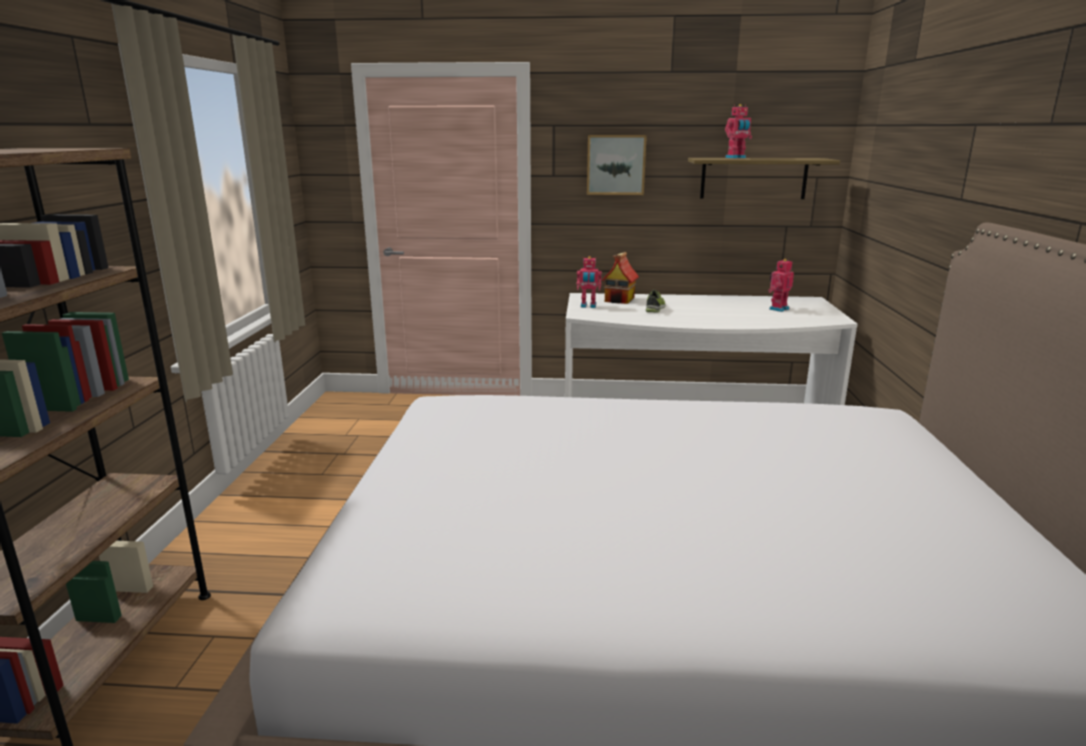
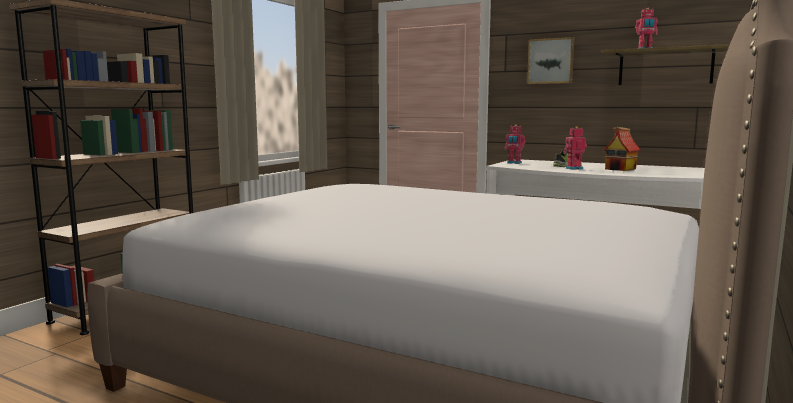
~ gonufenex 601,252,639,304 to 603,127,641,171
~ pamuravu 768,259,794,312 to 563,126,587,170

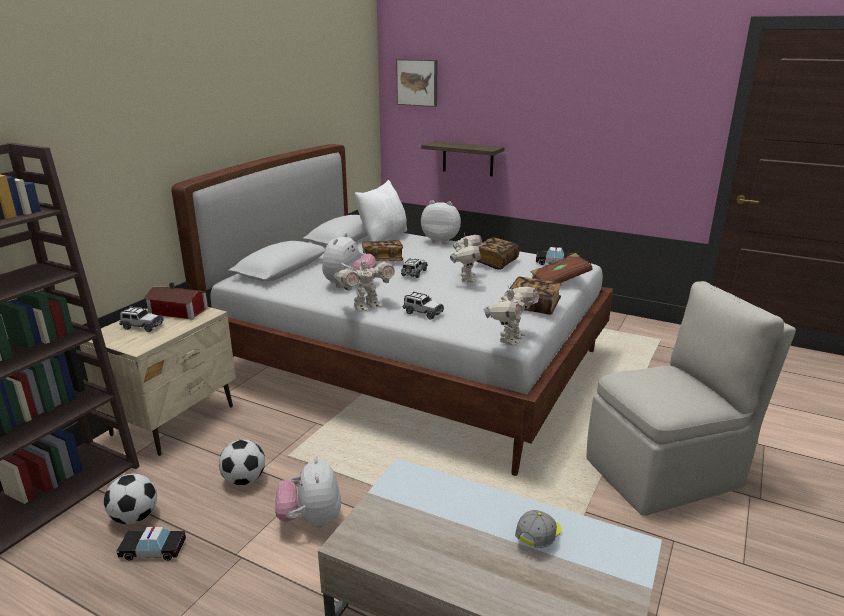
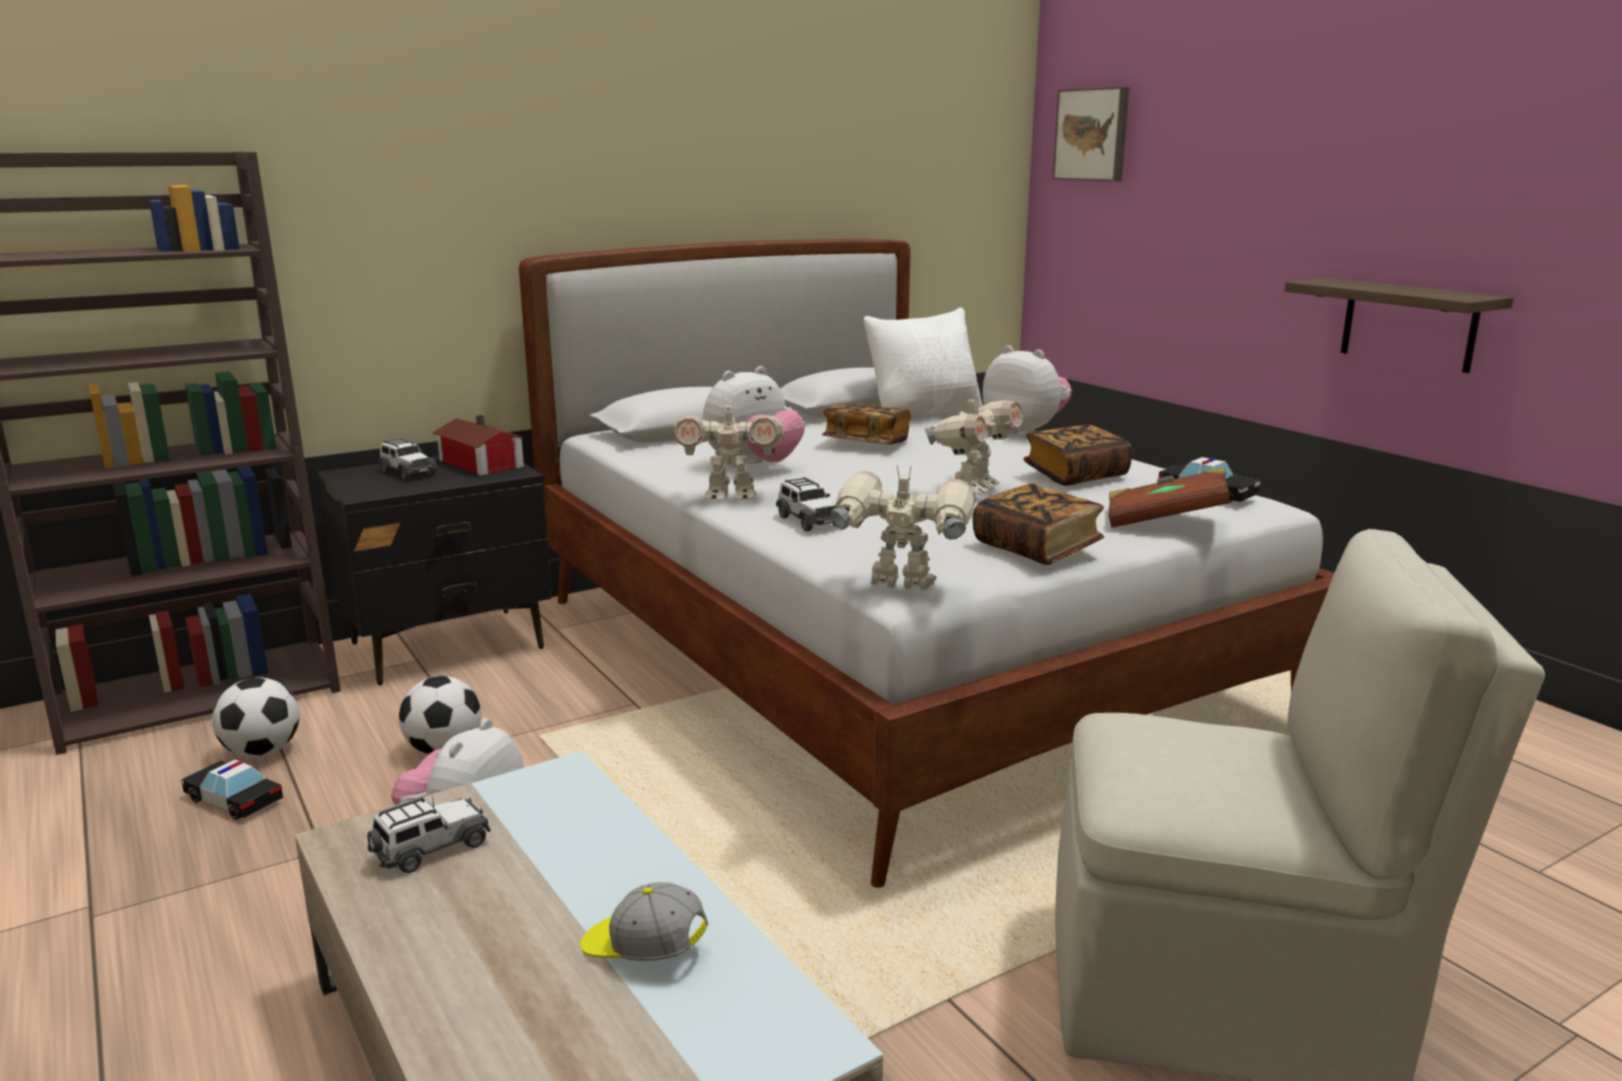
~ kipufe 421,141,505,176 to 1285,278,1514,373
~ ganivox 401,258,428,278 to 367,795,491,873
~ pamuravu 483,283,539,346 = 830,465,975,590 135 degrees counterclockwise
~ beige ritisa 80,307,236,456 to black ritisa 317,455,552,685
~ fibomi 515,510,562,548 = 580,882,709,961 135 degrees counterclockwise

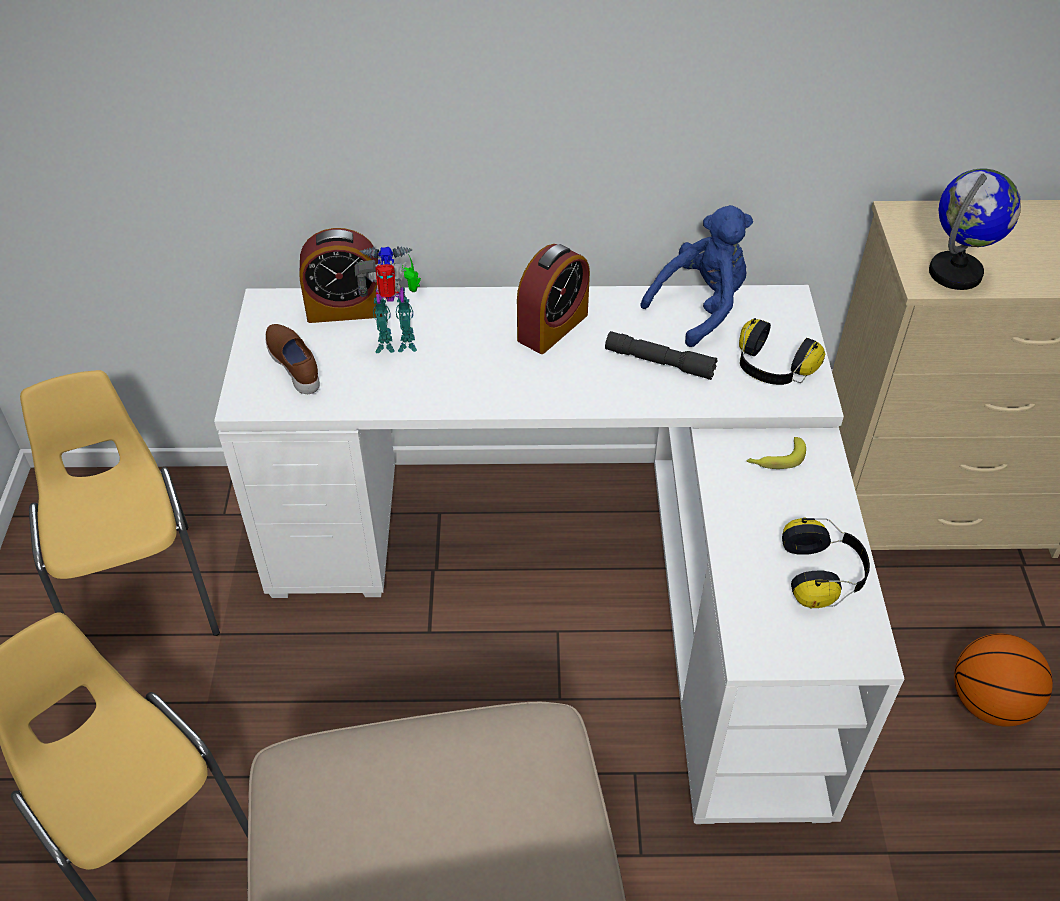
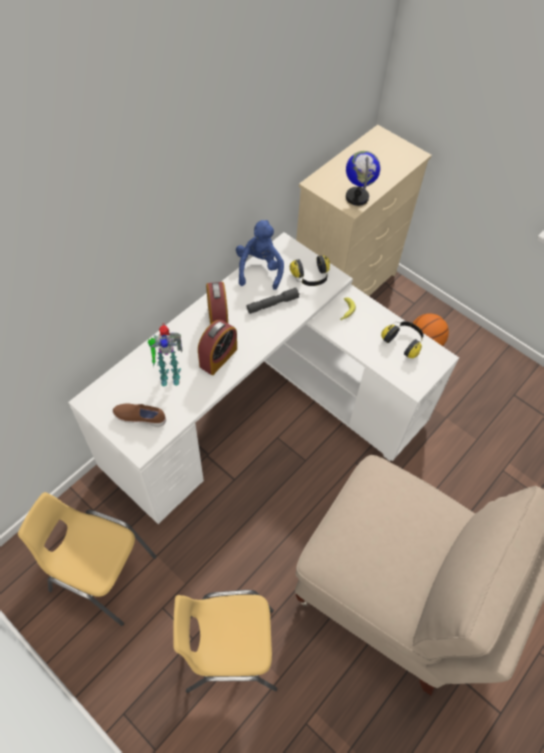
~ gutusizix 300,228,383,323 to 198,319,237,375
~ pamuravu 355,246,421,353 = 147,323,182,387 135 degrees counterclockwise

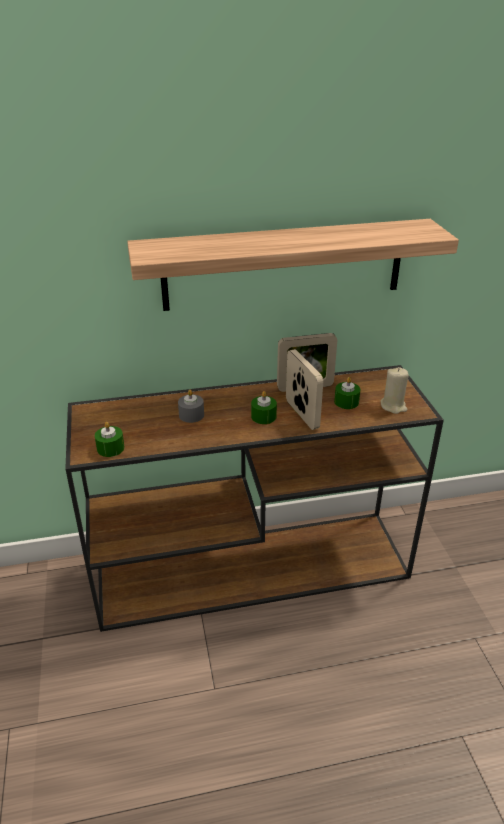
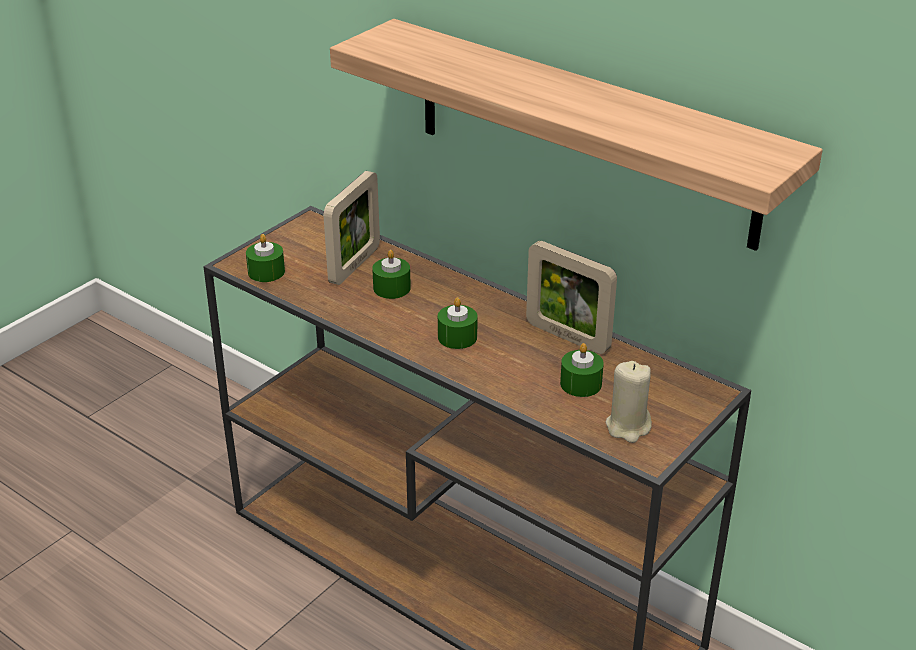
~ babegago 286,349,323,430 to 323,171,380,285
~ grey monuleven 178,390,204,423 to green monuleven 372,250,411,299

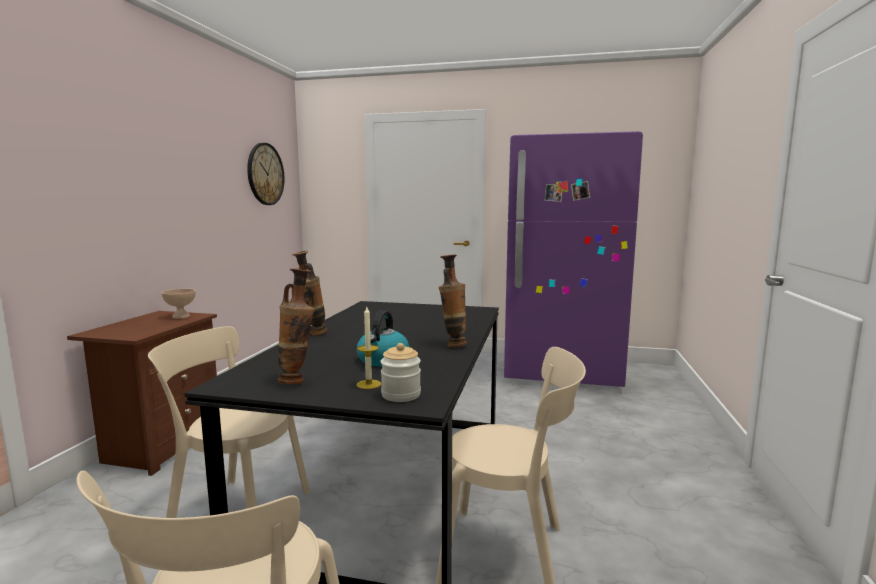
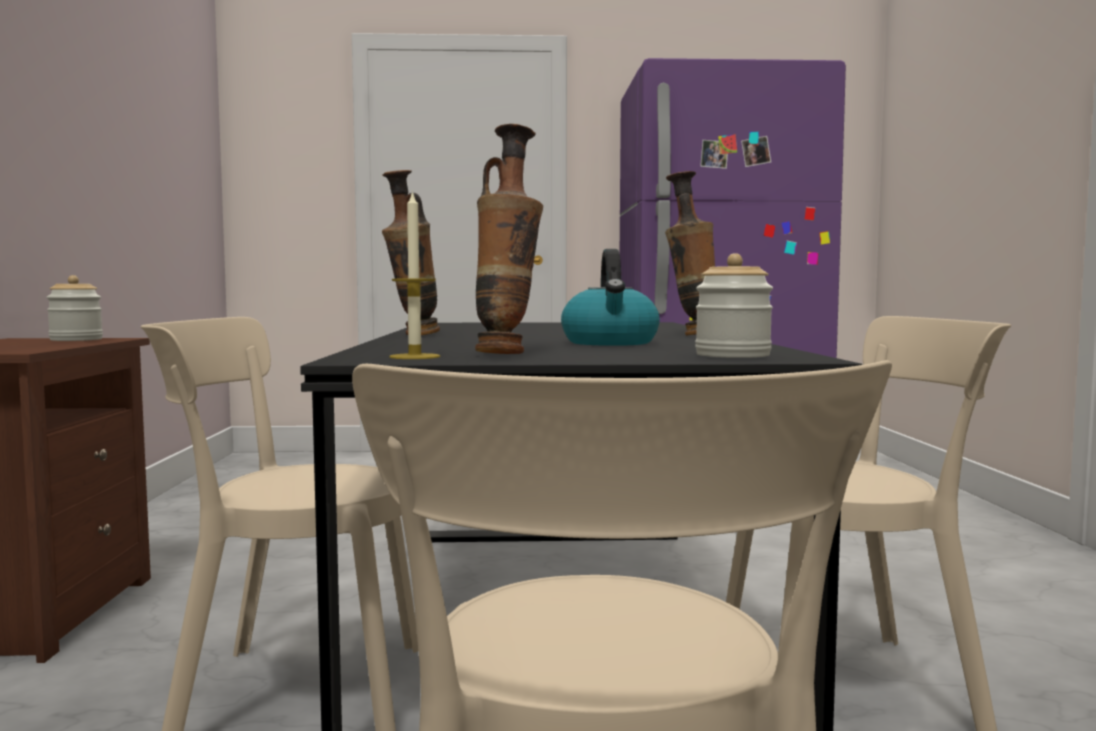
- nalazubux 247,143,285,205
~ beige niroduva 162,289,196,319 to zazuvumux 46,275,103,341
~ monuleven 356,307,381,389 to 389,190,441,359

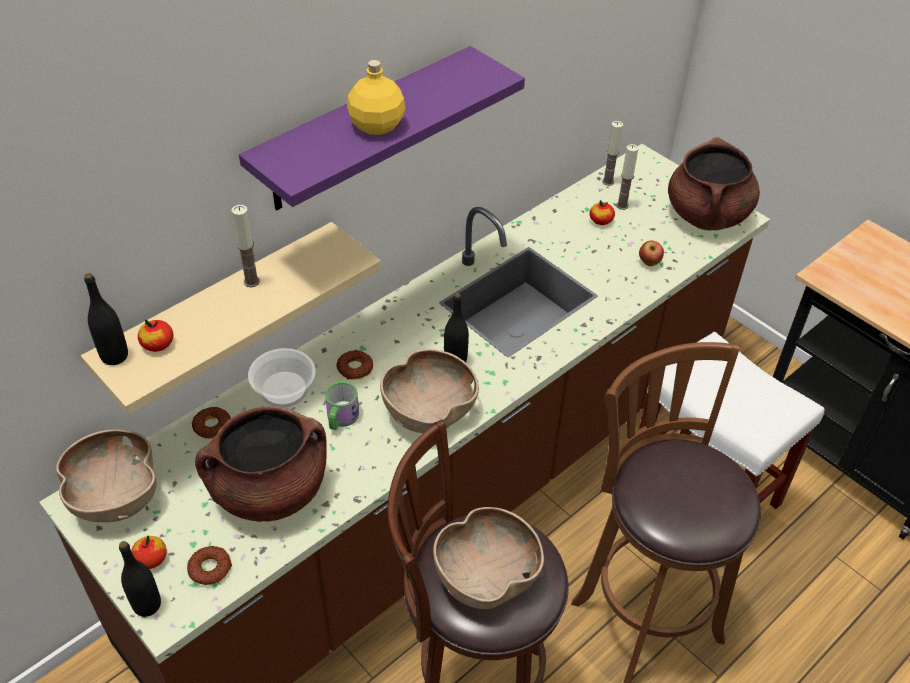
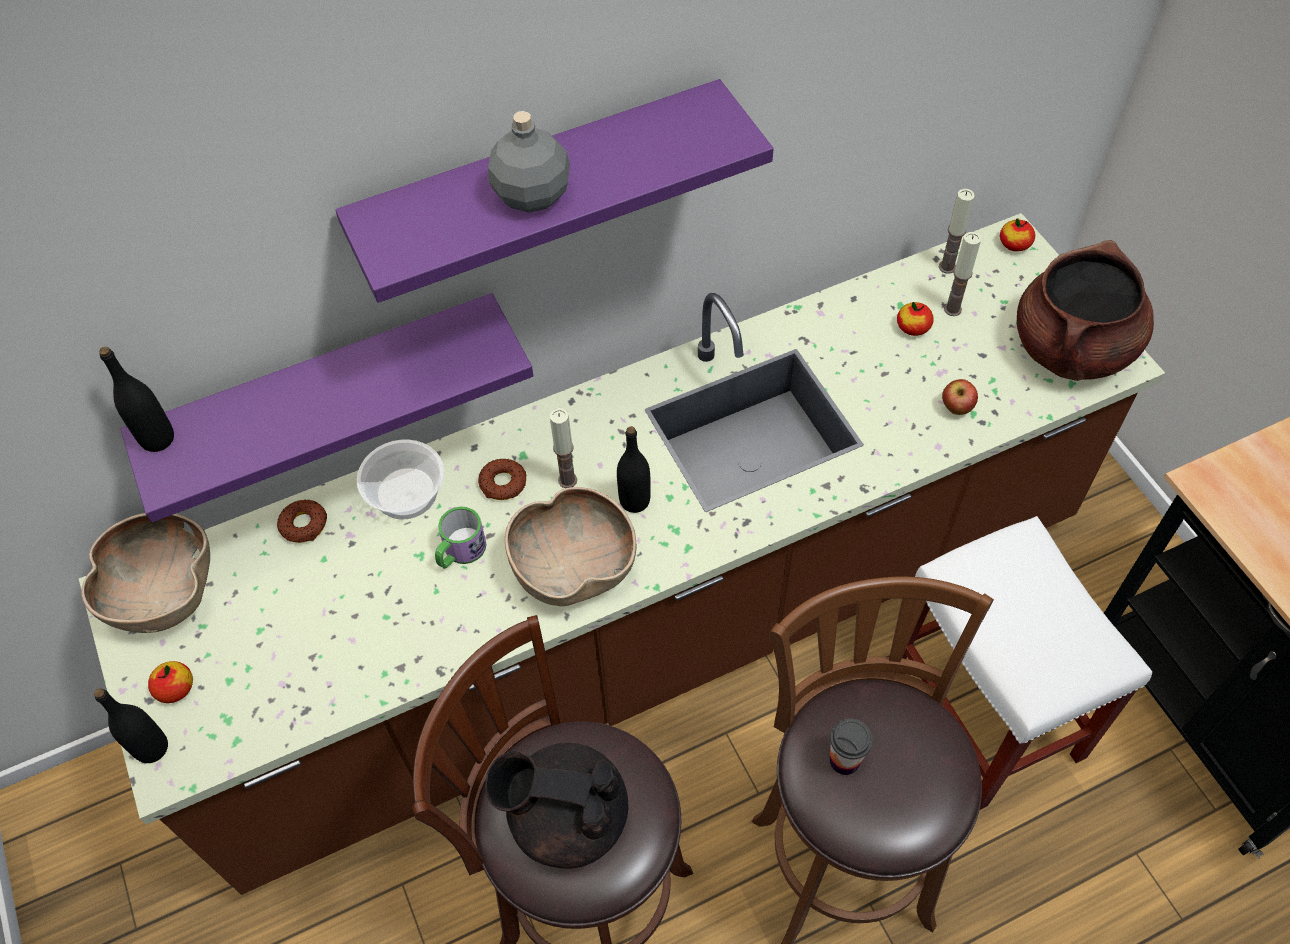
~ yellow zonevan 347,60,406,135 to grey zonevan 488,111,570,212
~ monuleven 231,205,260,287 to 550,408,577,488
~ beige kipufe 81,222,381,415 to purple kipufe 120,293,534,522
~ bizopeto 138,320,173,352 to 1000,218,1035,252
- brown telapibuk 195,406,326,522
~ brown niroduva 433,507,544,609 to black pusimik 485,743,628,869
- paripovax 187,546,232,585
+ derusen 830,718,873,775

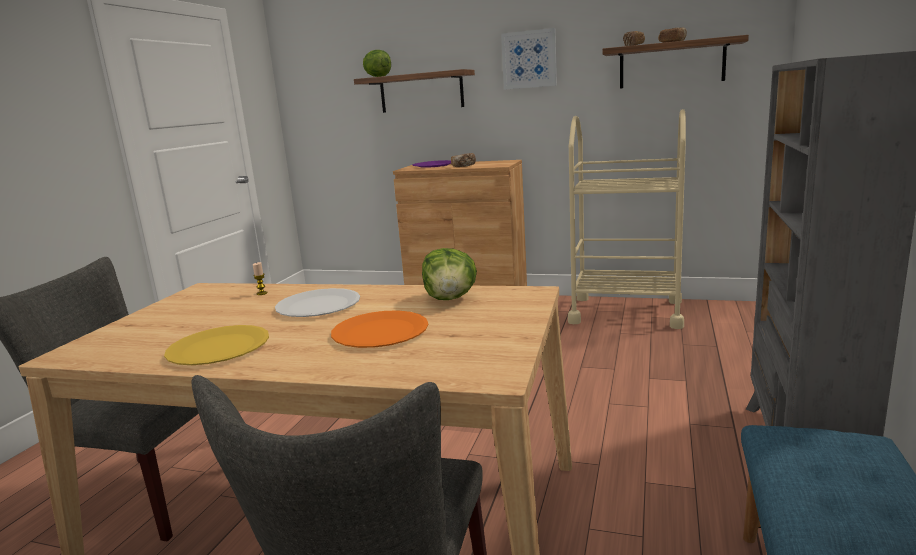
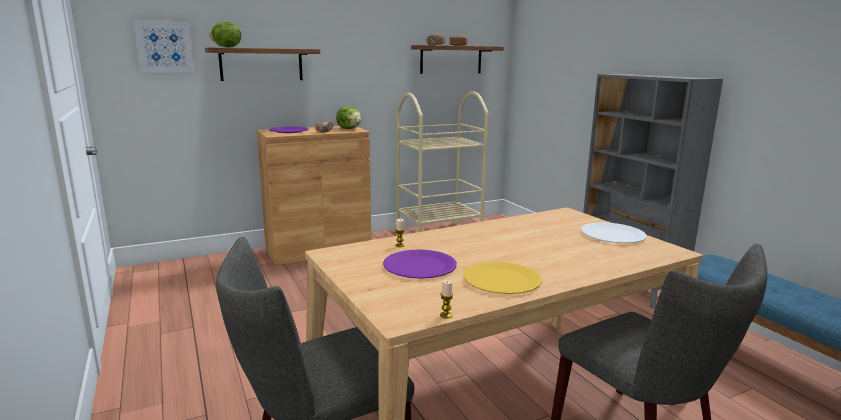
~ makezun 501,28,557,90 to 134,20,195,73
~ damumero 422,248,477,300 to 336,106,361,129
~ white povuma 275,288,360,317 to 581,222,647,243
- orange povuma 331,310,428,348
+ purple povuma 383,249,457,279
+ monuleven 440,280,453,318

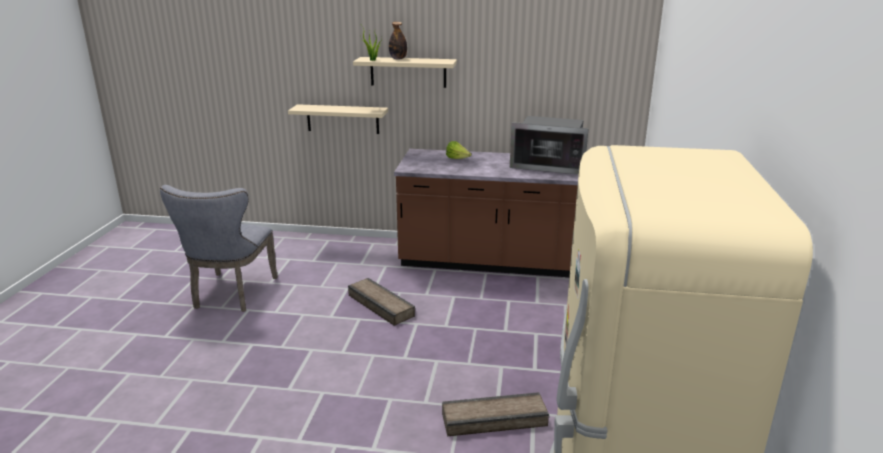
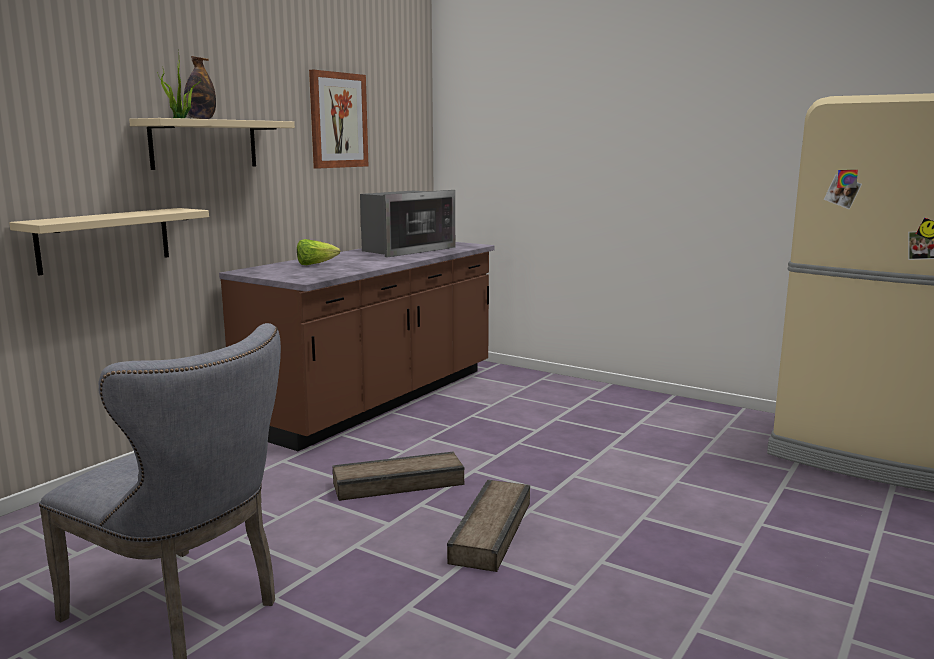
~ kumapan 442,392,549,436 to 447,480,530,572
+ makezun 309,70,368,169

